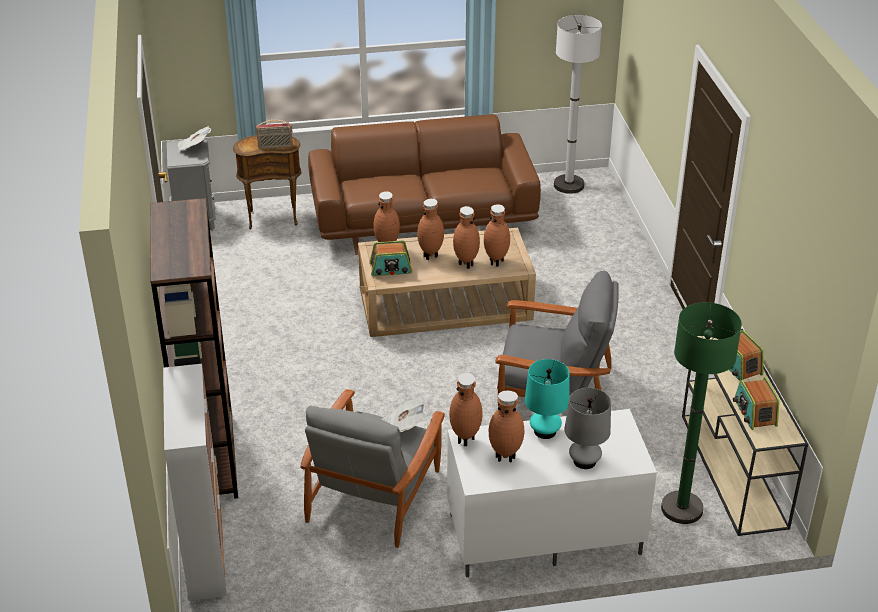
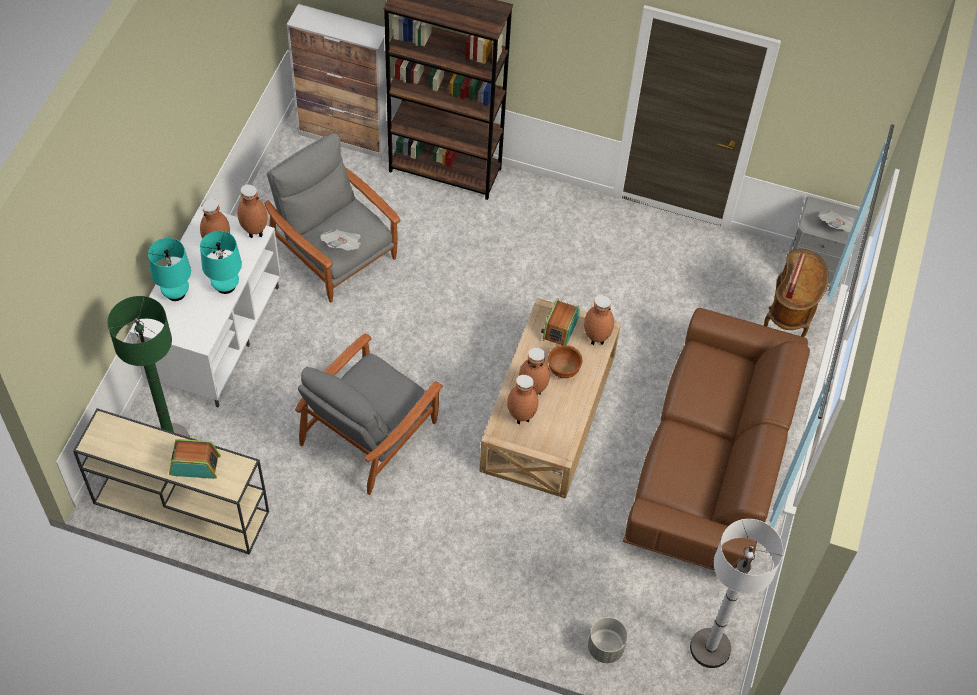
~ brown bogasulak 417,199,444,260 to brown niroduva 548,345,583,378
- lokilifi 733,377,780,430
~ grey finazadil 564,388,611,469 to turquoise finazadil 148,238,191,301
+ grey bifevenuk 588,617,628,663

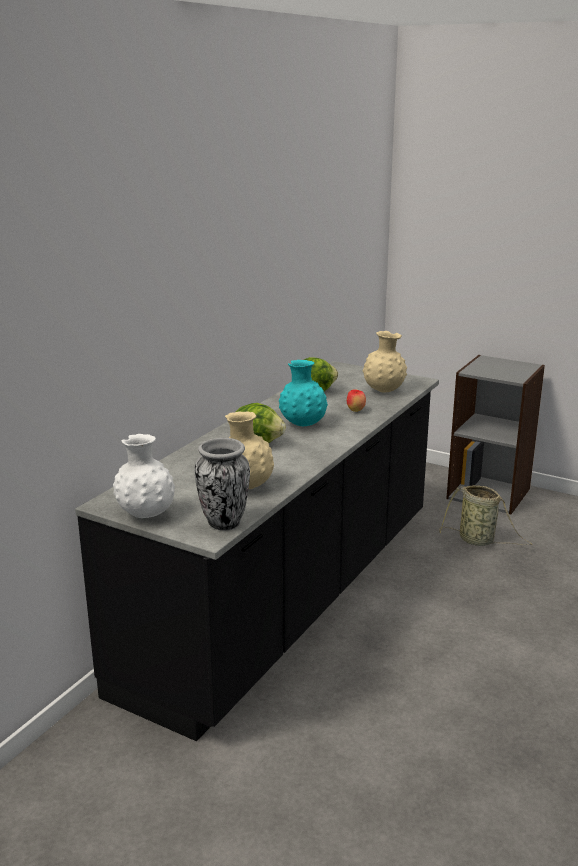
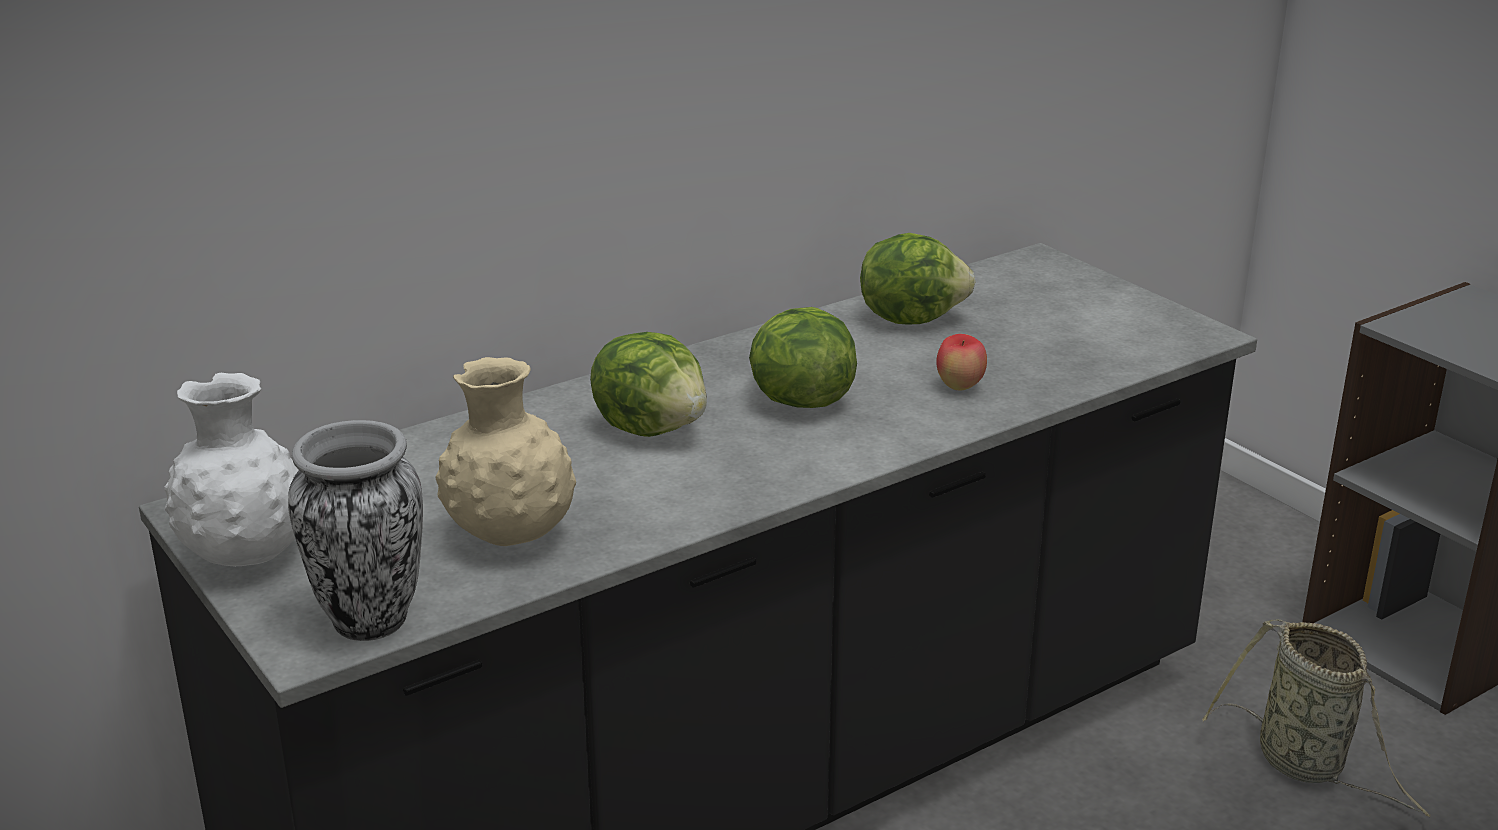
- beige bogasulak 362,331,407,392
~ turquoise bogasulak 279,360,328,426 to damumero 749,307,857,408

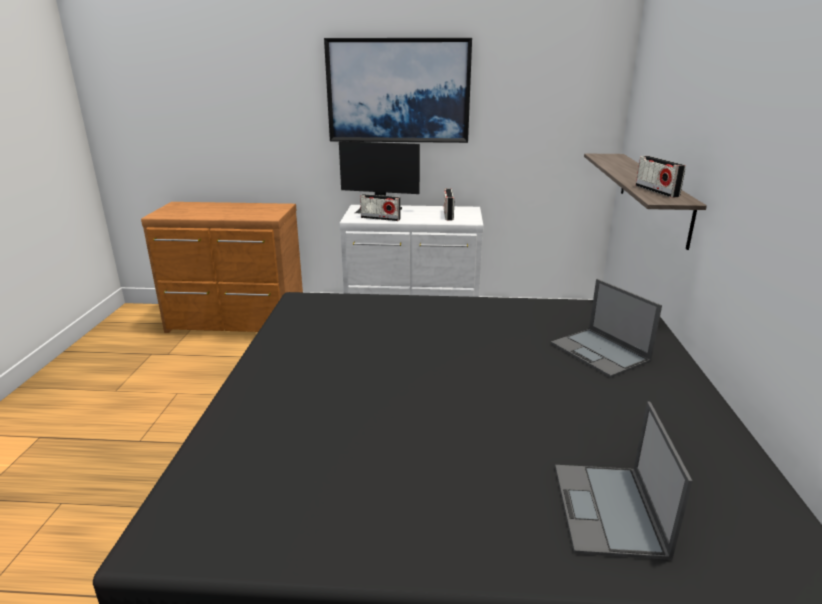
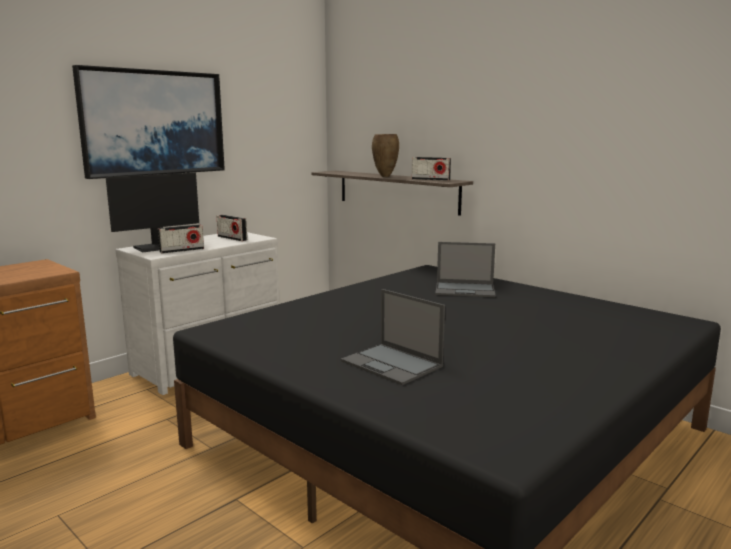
~ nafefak 555,401,692,560 to 341,289,445,385
+ brown bogasulak 372,134,399,177

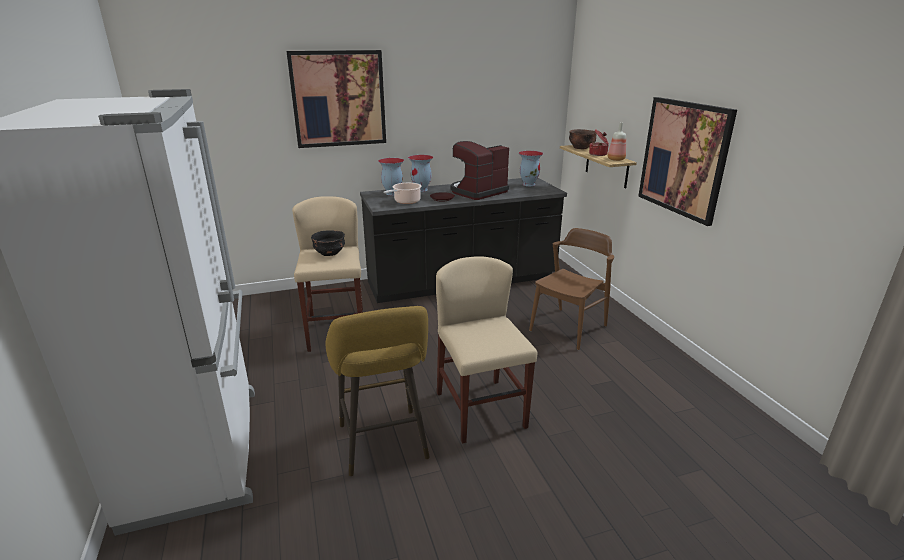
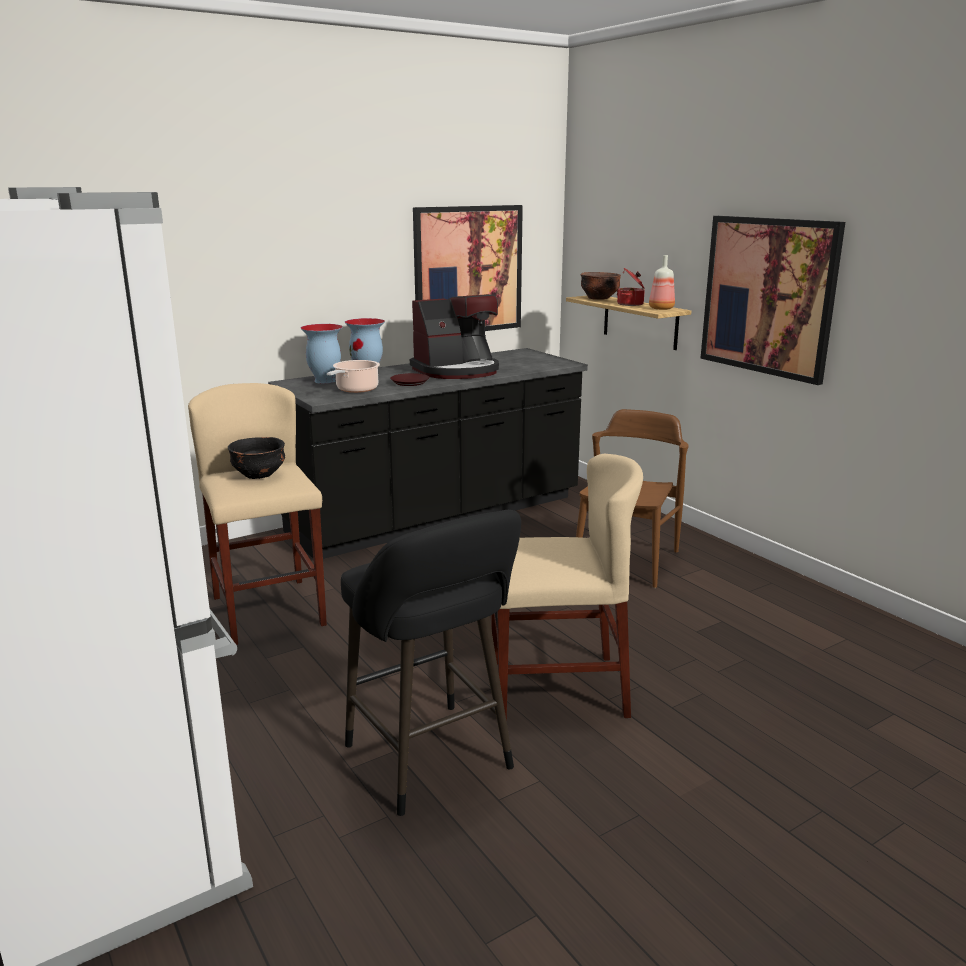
~ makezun 286,50,386,148 to 413,205,523,331
~ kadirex 450,141,509,200 = 410,294,499,379 150 degrees counterclockwise
- bogasulak 519,151,543,186
~ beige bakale 436,256,537,444 = 491,454,643,721 120 degrees clockwise
~ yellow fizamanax 325,306,430,476 to black fizamanax 341,510,521,816

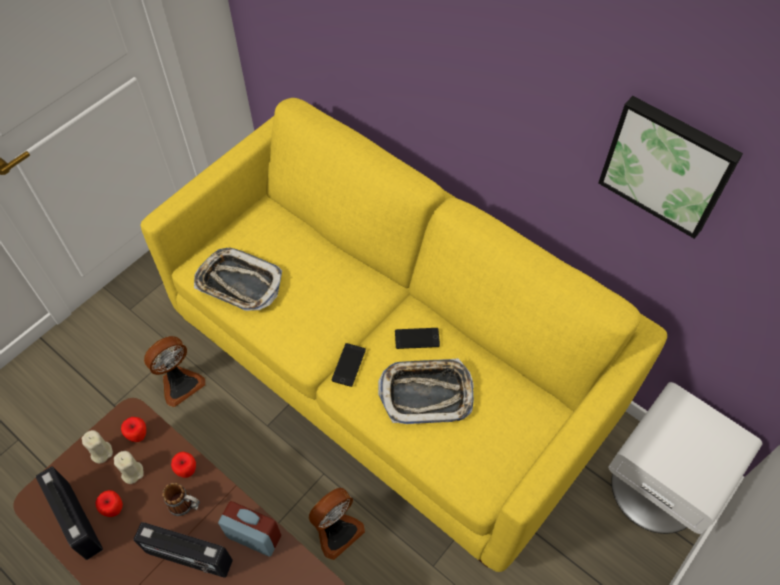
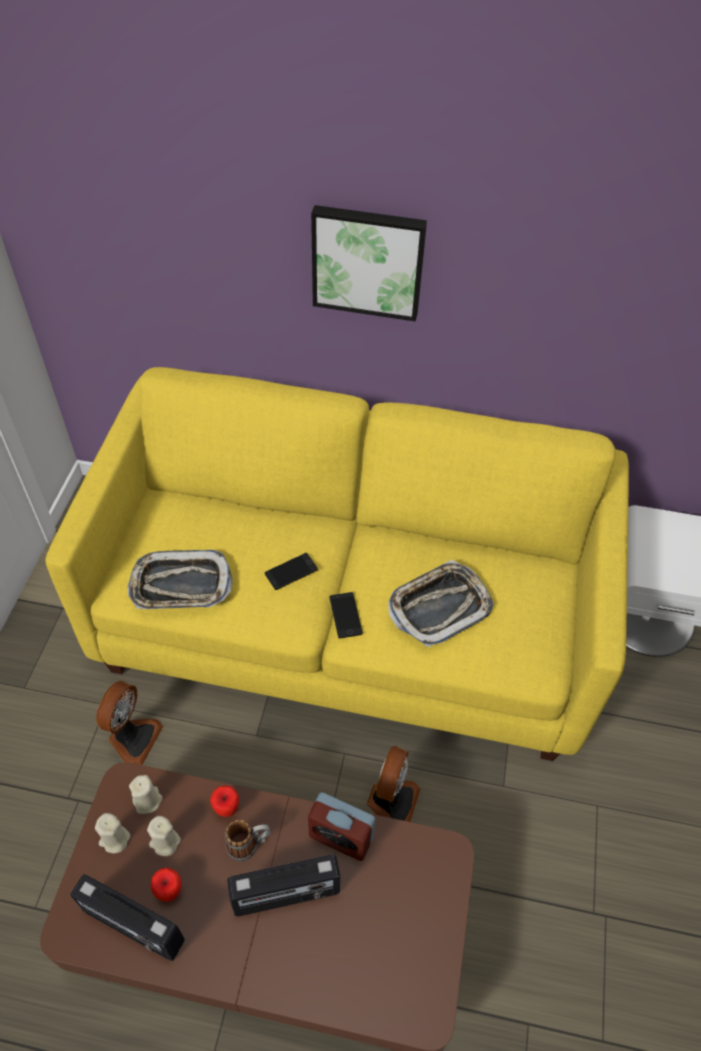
~ makezun 598,96,743,239 to 311,205,427,321
~ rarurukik 395,328,440,349 to 265,553,318,590
~ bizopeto 121,417,146,442 to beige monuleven 129,775,163,814
~ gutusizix 218,501,281,556 = 308,792,376,861 150 degrees counterclockwise

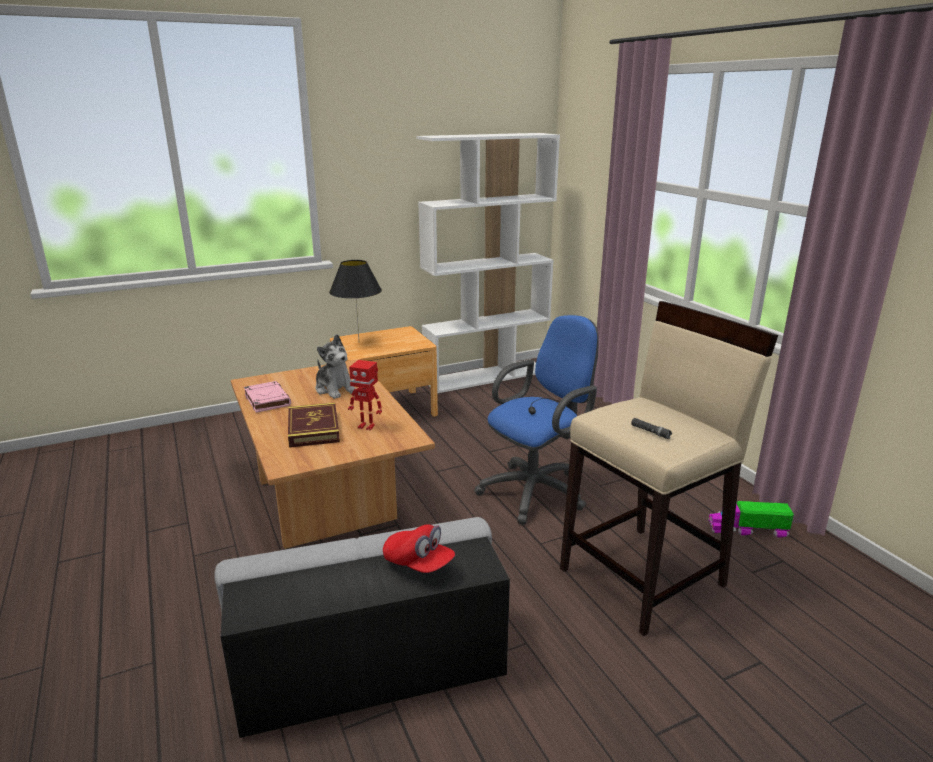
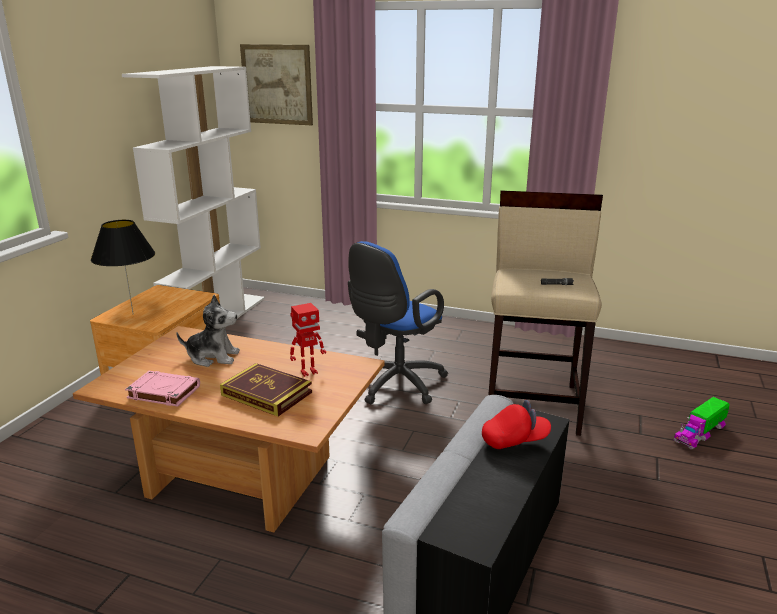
~ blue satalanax 475,315,599,525 = 348,241,448,404 150 degrees counterclockwise
~ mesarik 708,501,794,537 to 673,397,730,450
+ makezun 240,44,313,125

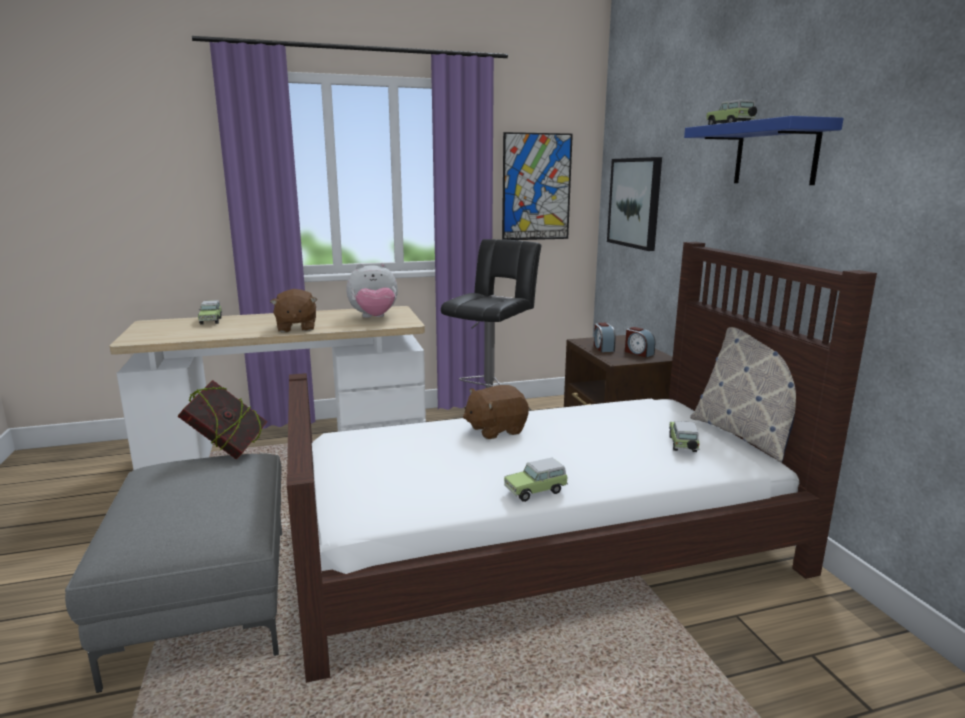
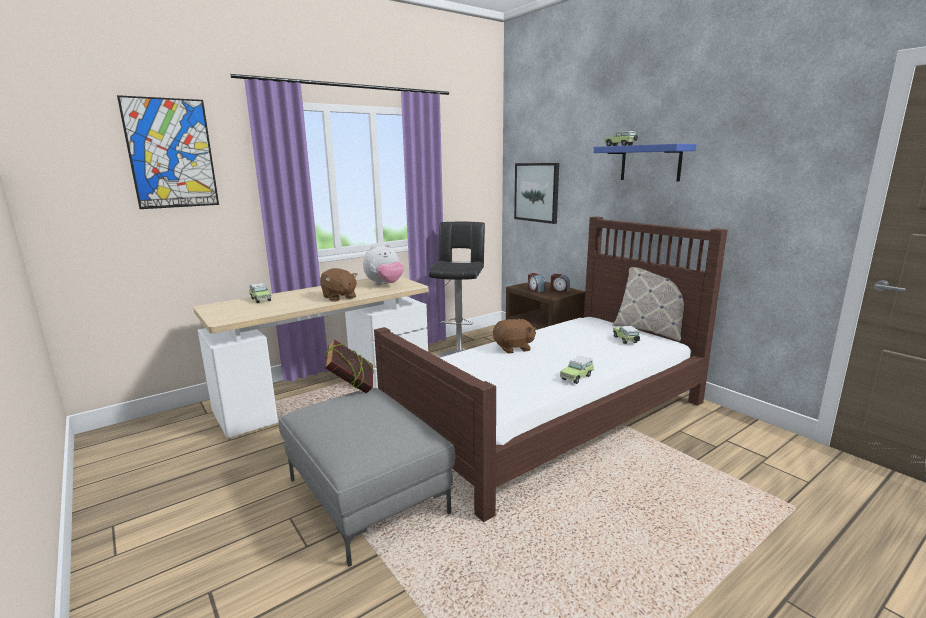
~ makezun 502,132,573,240 to 117,95,219,209
~ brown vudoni 463,385,529,439 = 493,318,536,354 150 degrees counterclockwise

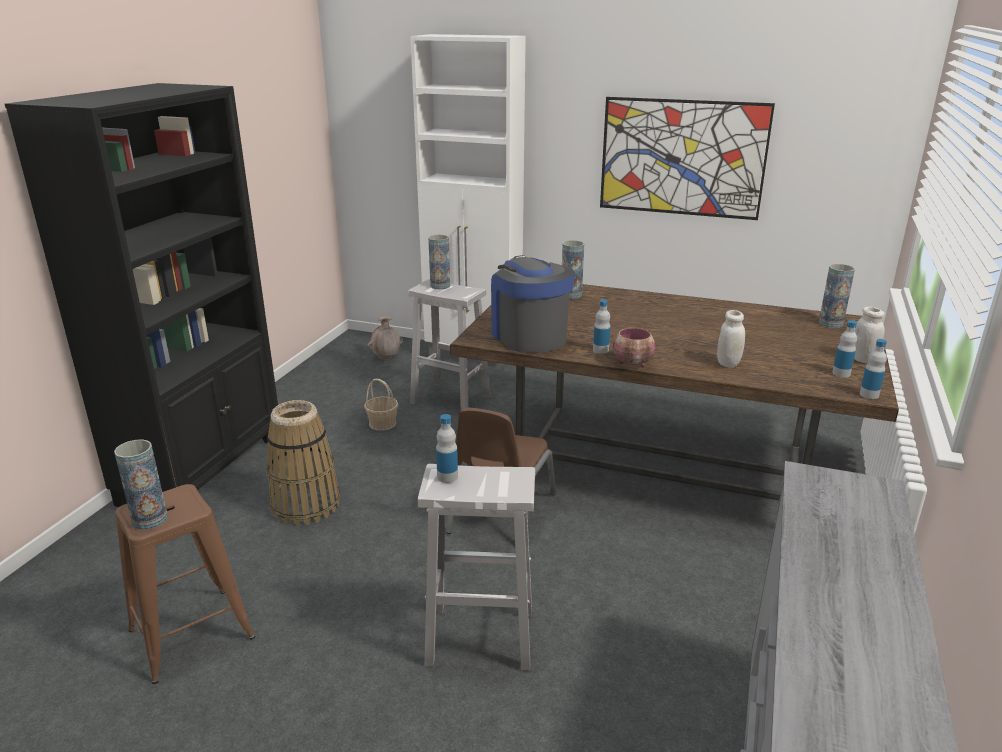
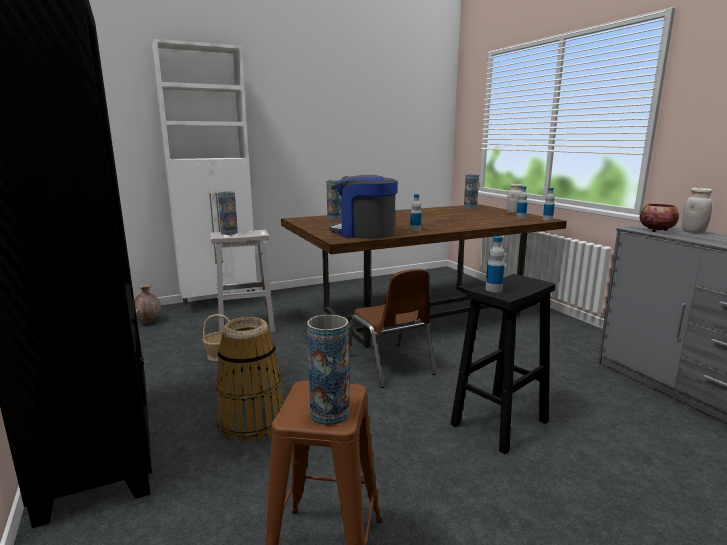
- makezun 600,97,775,220
~ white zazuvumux 717,310,745,368 to 682,187,712,233
~ niroduva 613,328,656,367 to 640,204,679,232
~ white fizamanax 418,464,535,671 to black fizamanax 450,274,556,454

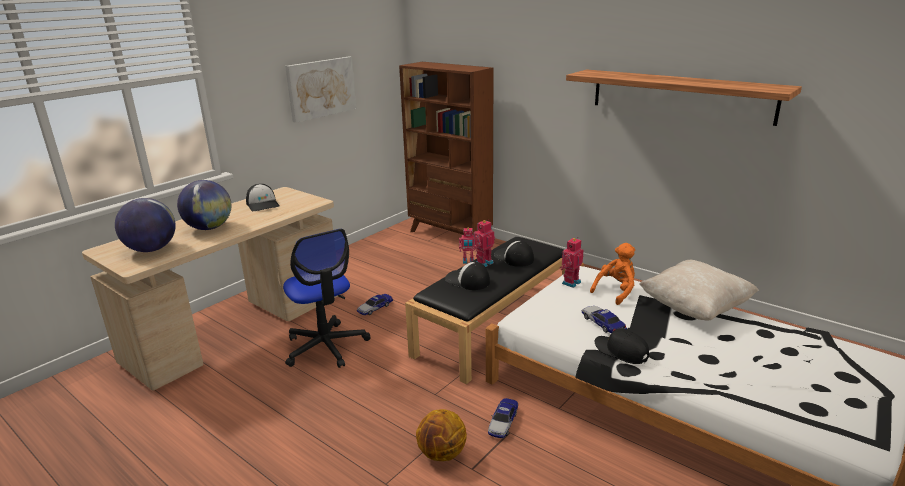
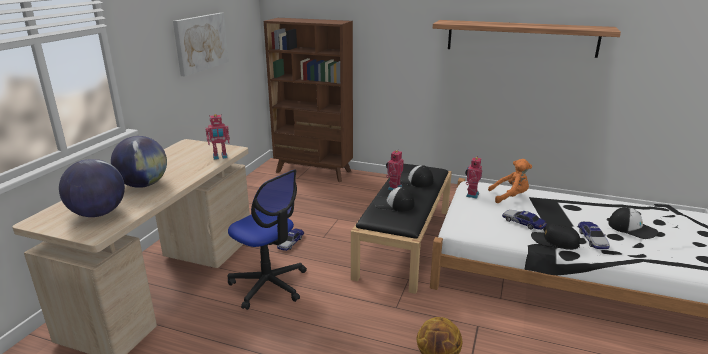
~ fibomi 246,184,279,211 to 608,207,658,239
~ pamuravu 459,227,477,264 to 205,114,230,160
~ orange vudoni 590,243,635,305 = 488,159,532,203 60 degrees clockwise
- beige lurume 639,260,759,321
~ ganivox 488,398,518,438 to 578,222,610,249

